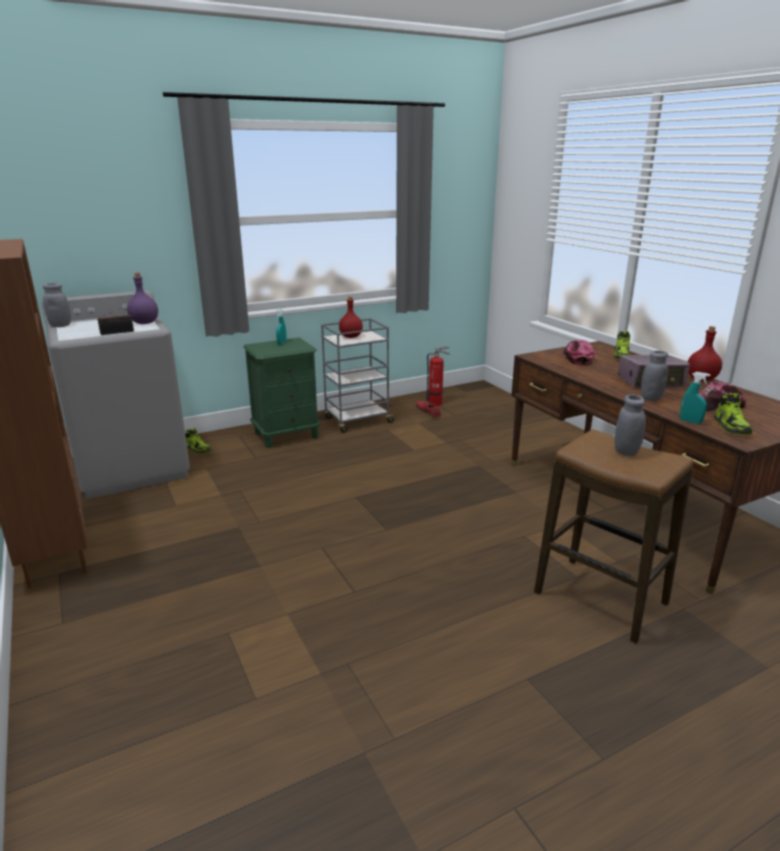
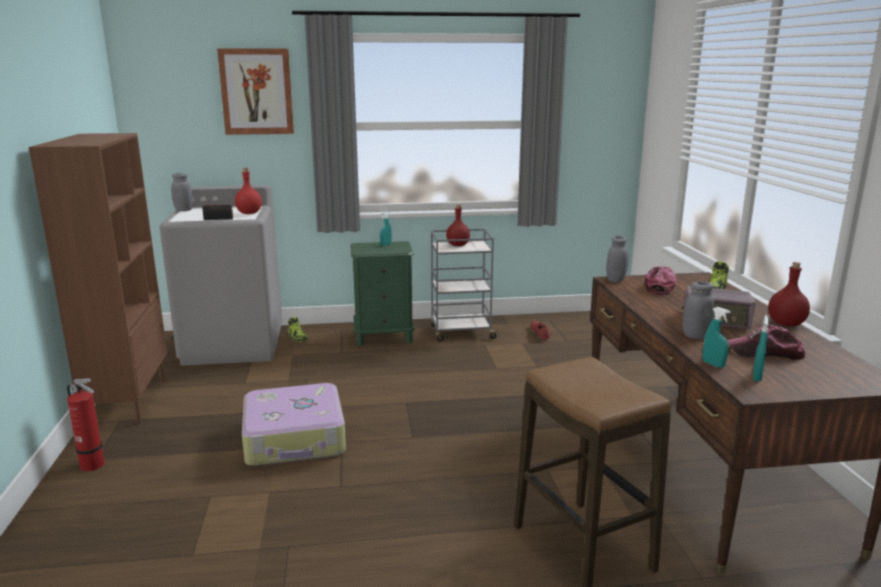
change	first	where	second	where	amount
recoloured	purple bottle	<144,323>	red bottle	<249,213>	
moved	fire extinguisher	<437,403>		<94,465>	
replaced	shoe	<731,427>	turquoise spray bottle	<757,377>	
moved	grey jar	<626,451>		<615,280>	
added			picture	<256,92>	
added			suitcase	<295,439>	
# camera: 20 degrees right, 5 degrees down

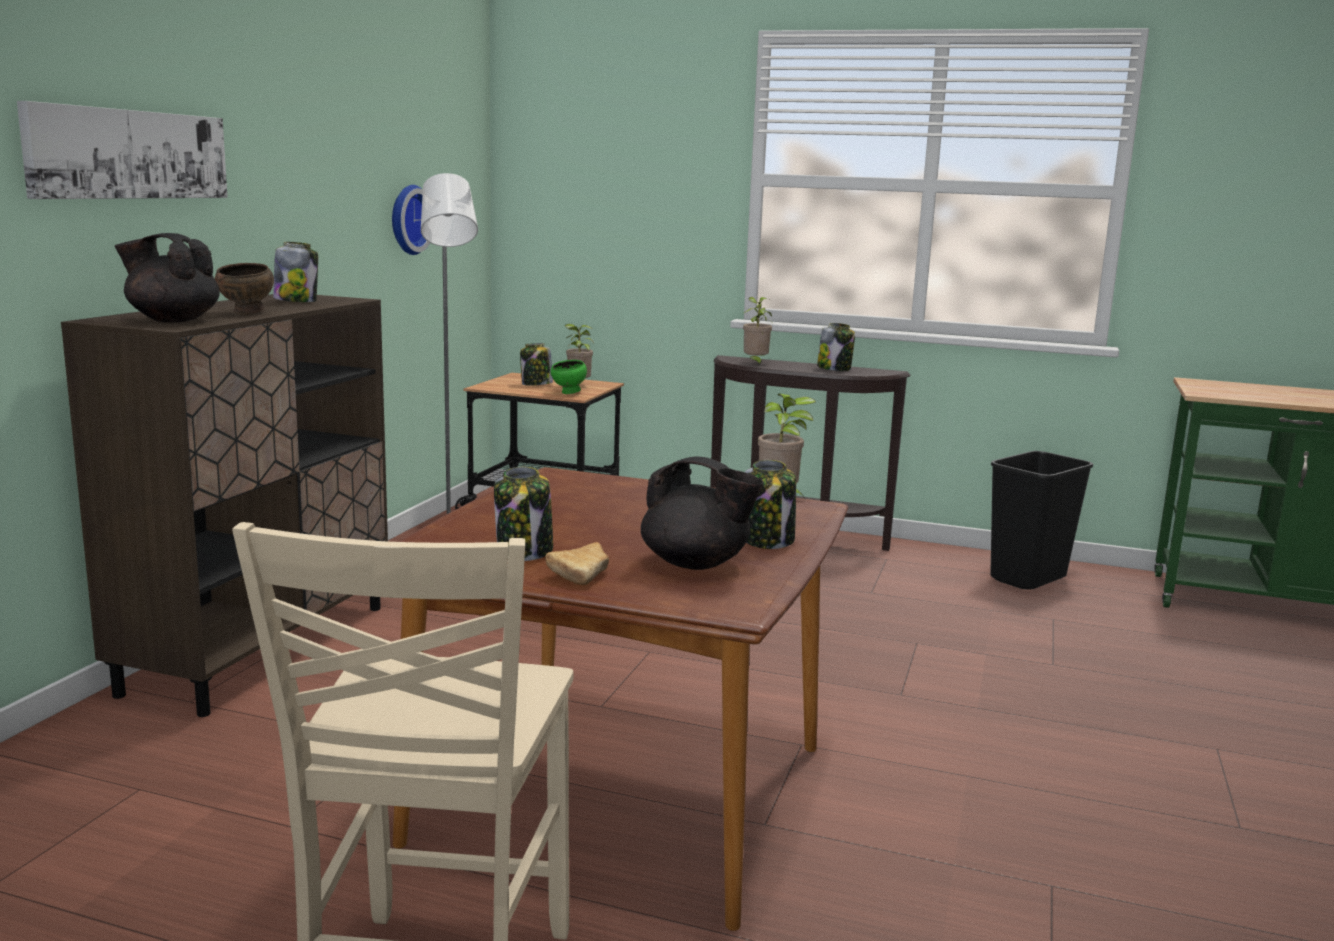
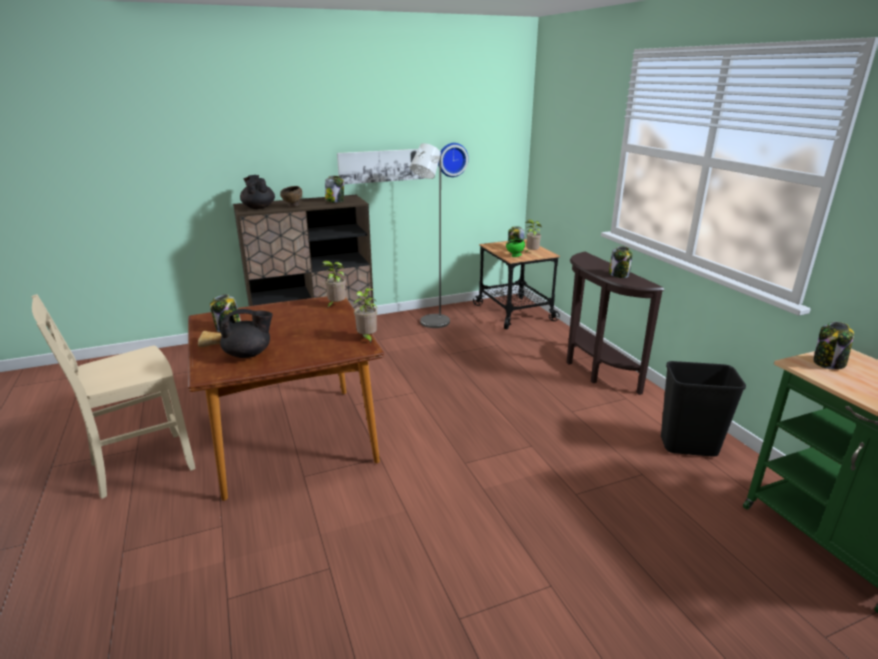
change	first	where	second	where	amount
moved	picture	<129,154>		<381,166>	
moved	potted plant	<755,364>		<336,305>	
turned	black teapot	<696,564>		<249,354>	90 degrees counterclockwise
moved	jar	<768,540>		<829,363>	
# camera: 50 degrees right, 10 degrees up

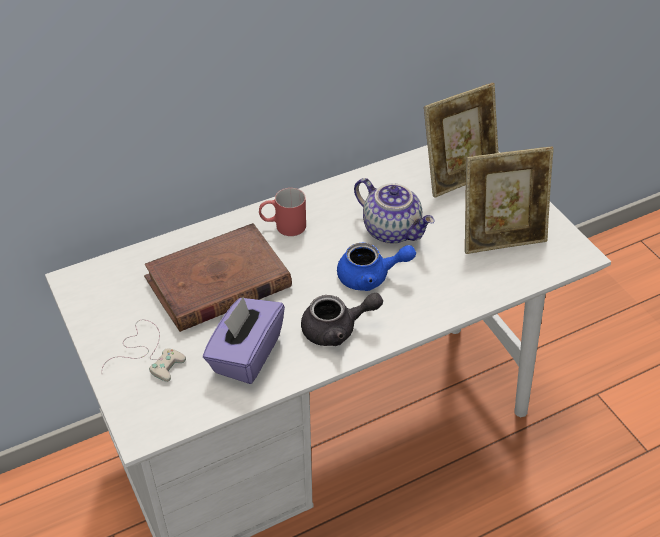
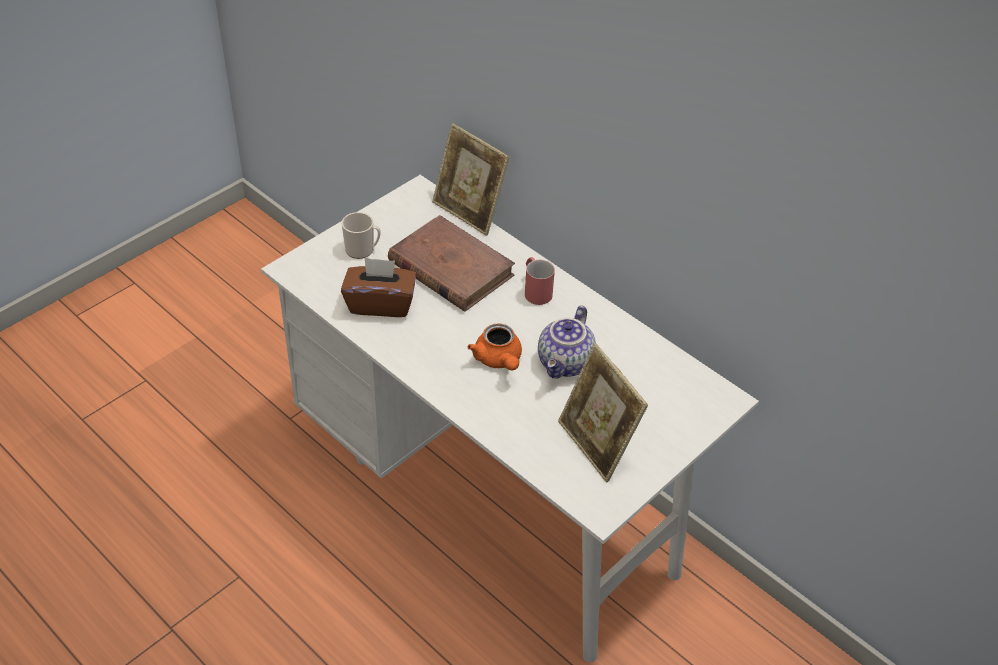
change	first	where	second	where	amount
moved	picture frame	<458,176>		<469,212>	
recoloured	blue teapot	<370,277>	orange teapot	<498,360>	
removed	grey teapot	<337,329>			
recoloured	purple tissue box	<246,354>	brown tissue box	<380,304>	
replaced	white game controller	<147,353>	mug	<362,250>	
# camera: 70 degrees right, 0 degrees up

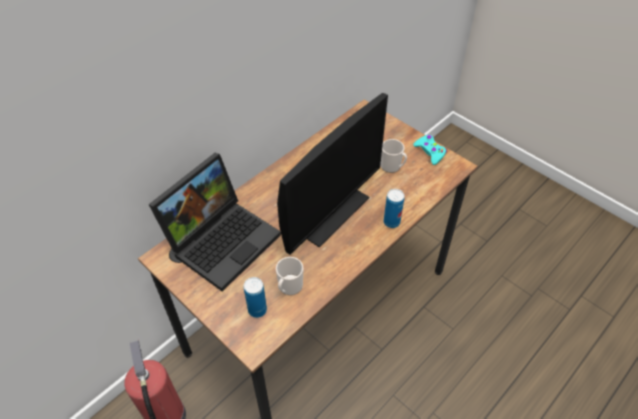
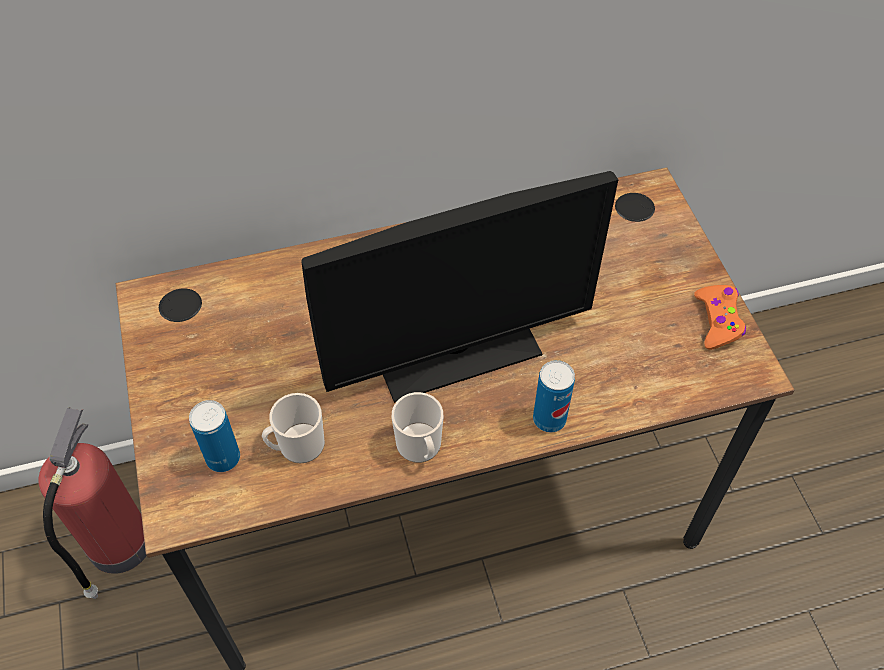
change	first	where	second	where	amount
recoloured	turquoise game controller	<430,152>	orange game controller	<718,321>	
moved	mug	<392,167>		<420,448>	
removed	laptop	<223,239>			
# camera: 30 degrees right, 5 degrees up

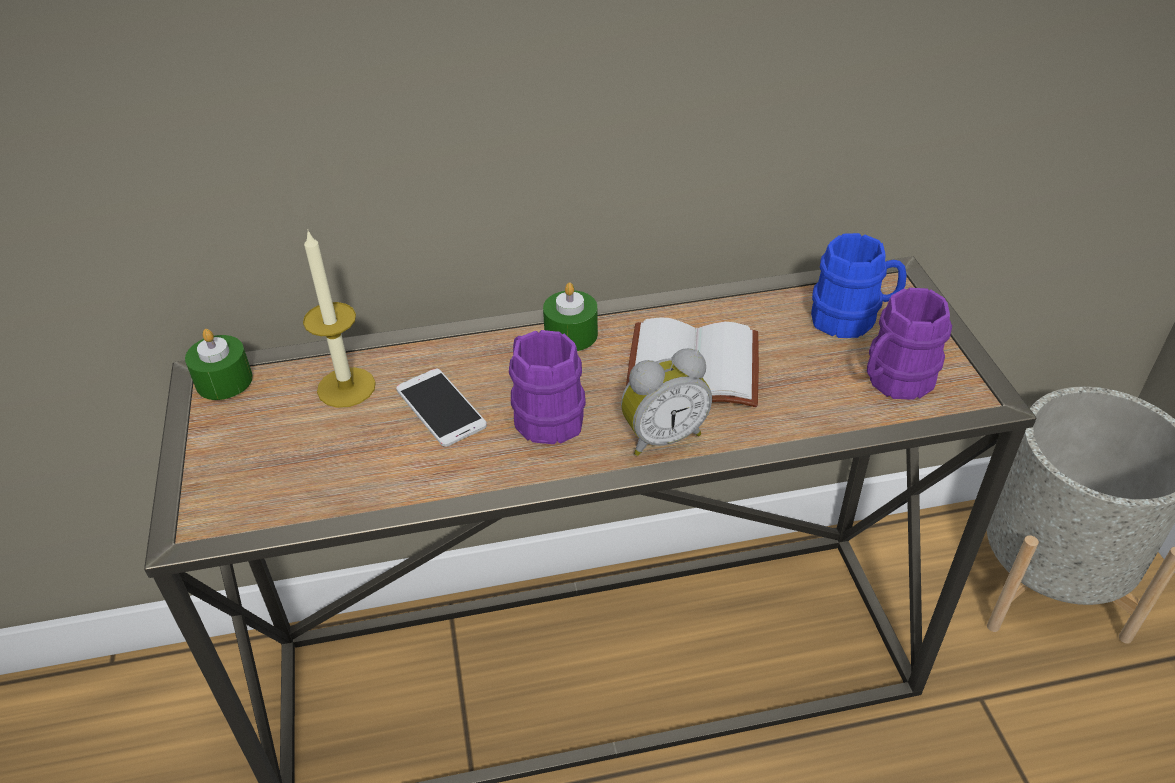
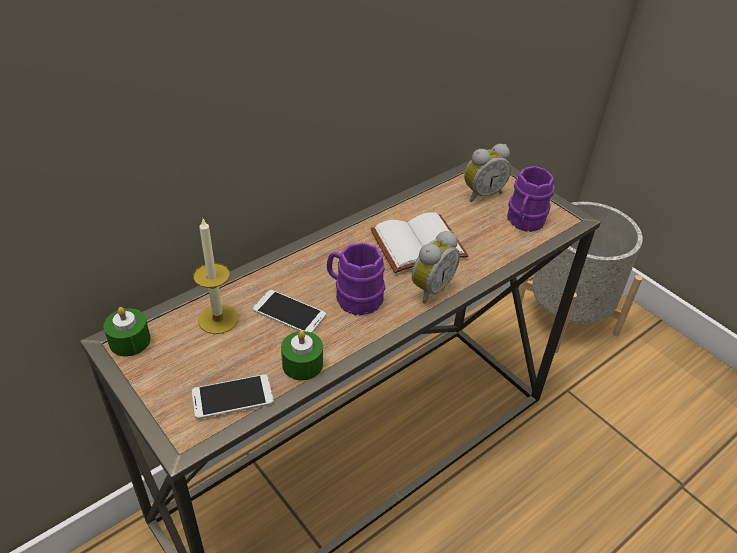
change	first	where	second	where	amount
replaced	blue mug	<852,318>	alarm clock	<481,194>	
moved	green candle	<571,334>		<302,364>	
added			phone	<232,397>	
# camera: 30 degrees left, 0 degrees up

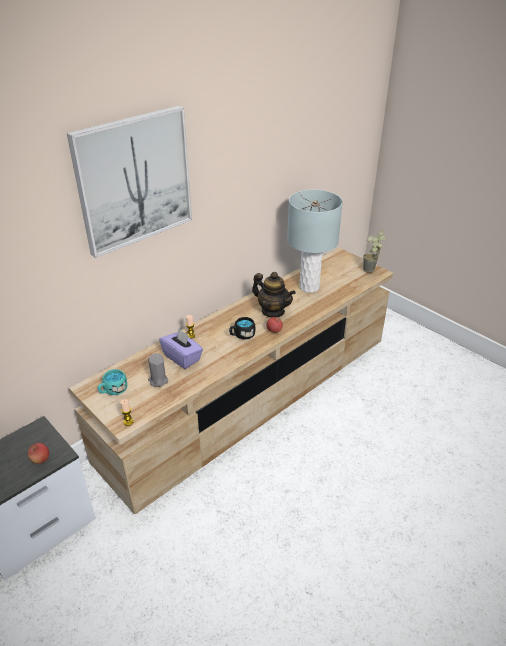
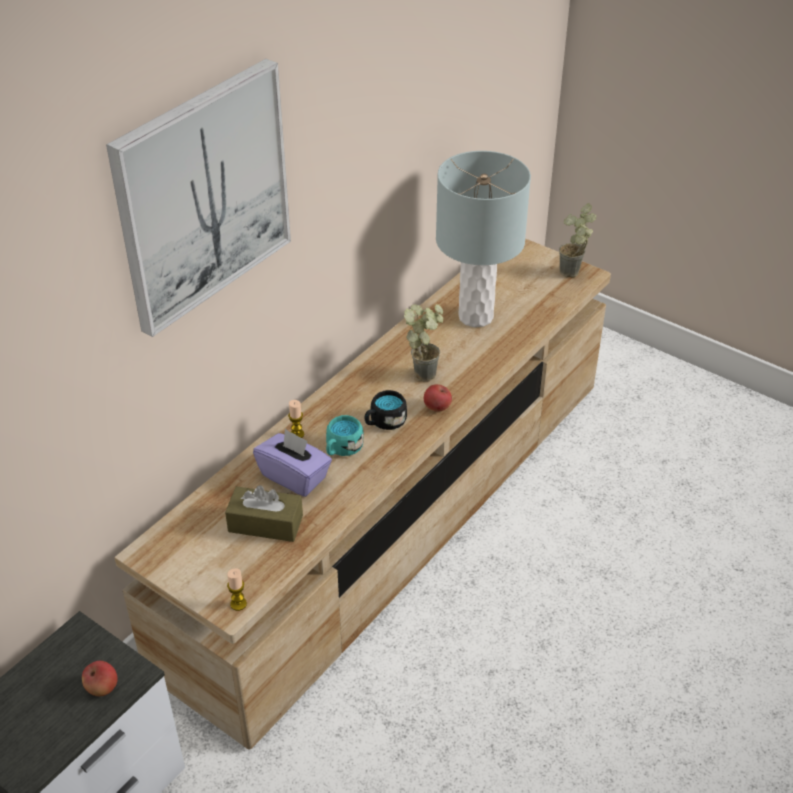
change	first	where	second	where	amount
replaced	teapot	<273,311>	potted plant	<425,370>	
replaced	grey candle	<158,380>	brown tissue box	<265,524>	
moved	turquoise mug	<113,390>		<342,449>	
# camera: 10 degrees left, 5 degrees up

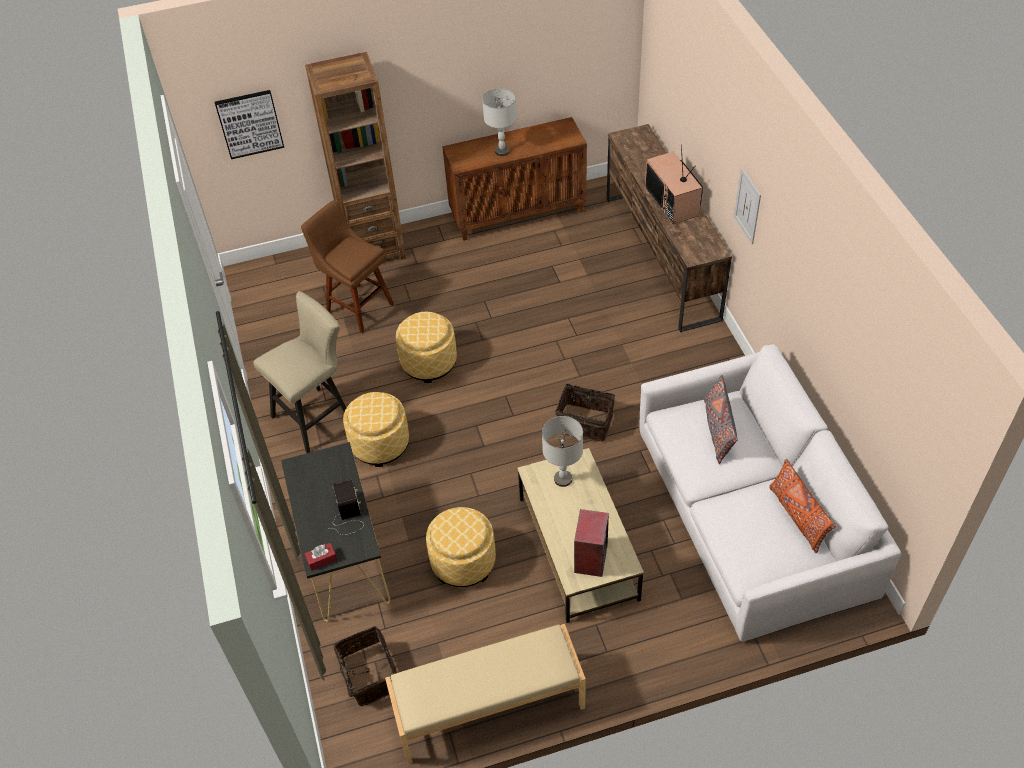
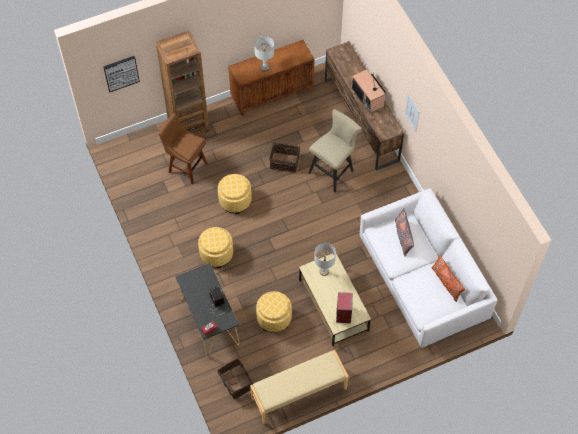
change	first	where	second	where	amount
moved	beige stool	<317,416>		<333,171>	
moved	basket	<585,422>		<284,161>	
# camera: 10 degrees left, 10 degrees up

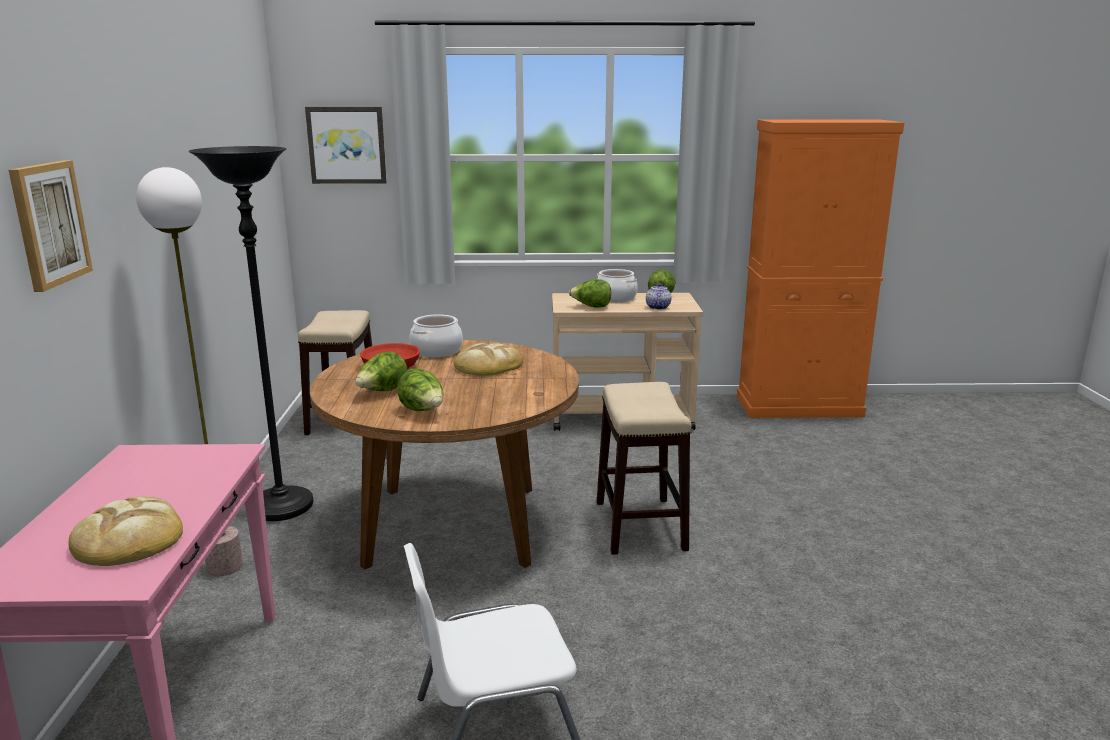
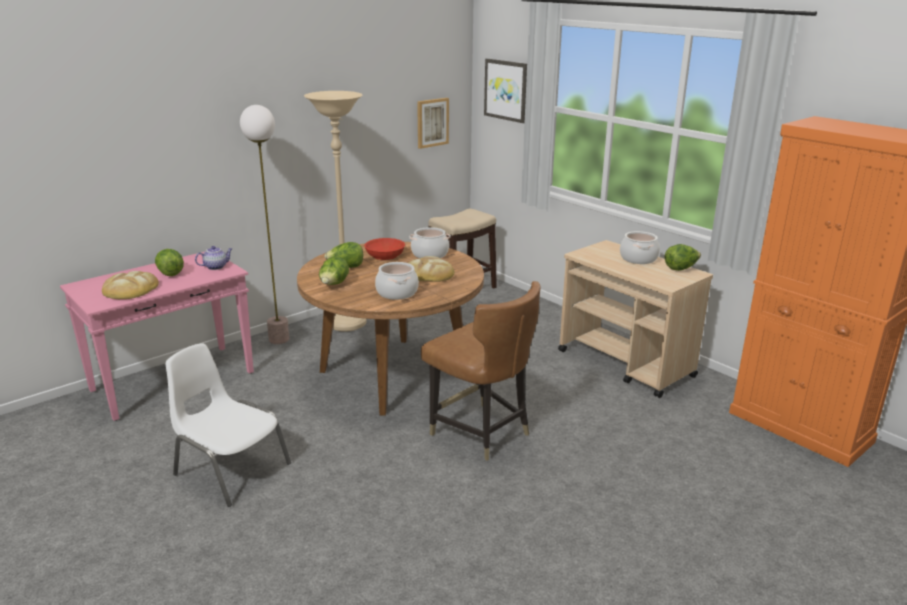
change	first	where	second	where	amount
recoloured	black floor lamp	<281,507>	beige floor lamp	<346,323>	
moved	picture	<49,224>		<432,122>	
moved	lettuce	<591,307>		<170,273>	
moved	teapot	<657,307>		<216,267>	
replaced	stool	<640,526>	brown chair	<481,432>	
added			cooking pot	<397,293>	
# camera: 50 degrees right, 5 degrees up

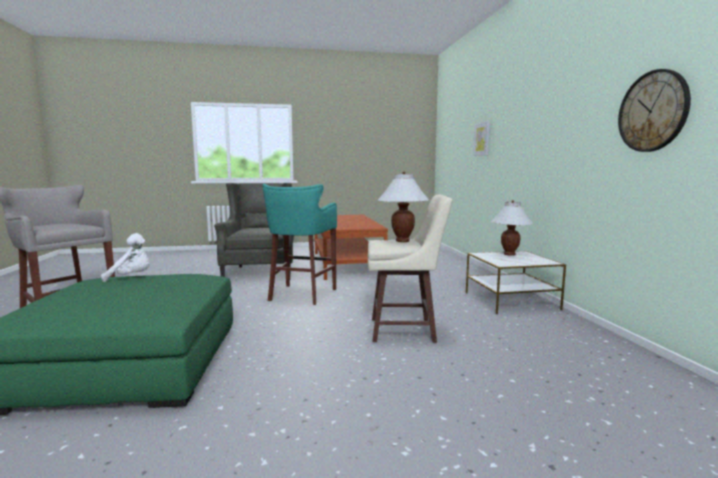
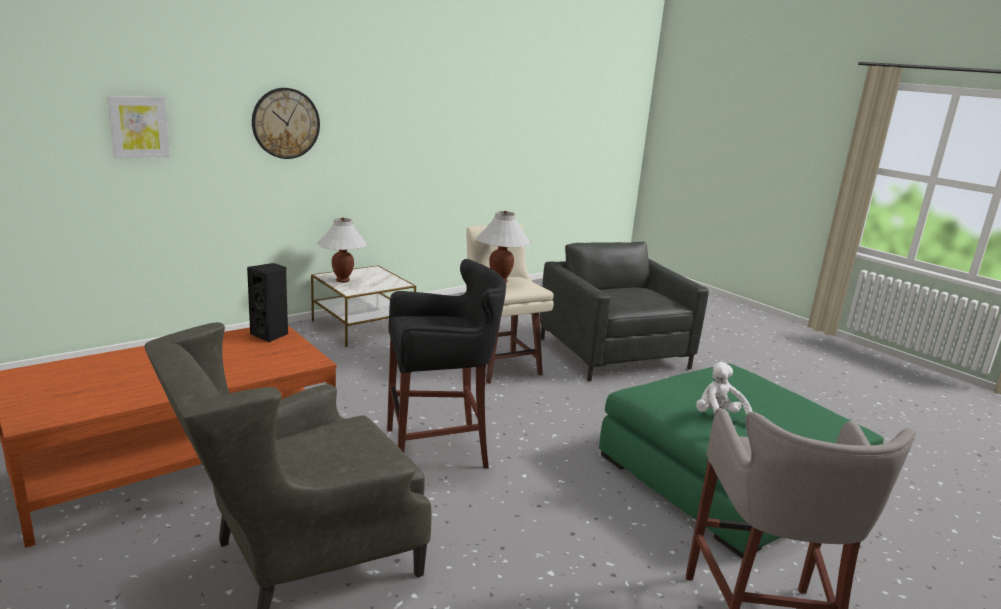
change	first	where	second	where	amount
moved	wall clock	<653,111>		<286,123>	
recoloured	turquoise stool	<301,295>	black stool	<439,449>	
added			grey armchair	<613,353>	
added			black speaker	<270,335>	
# camera: 120 degrees left, 10 degrees up

